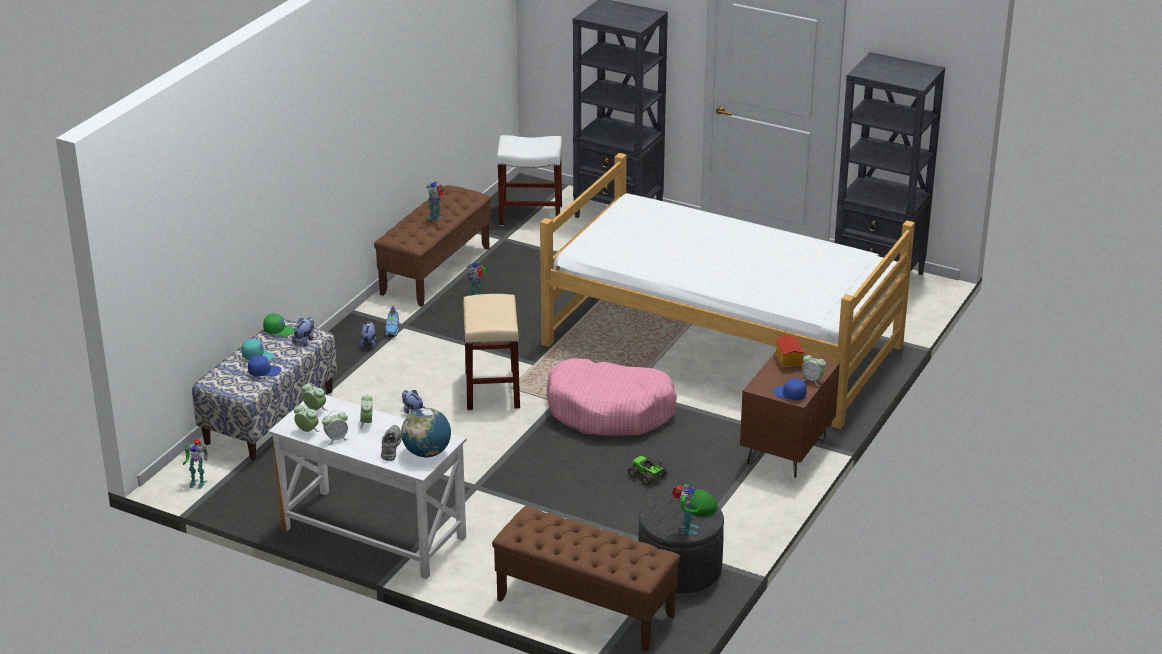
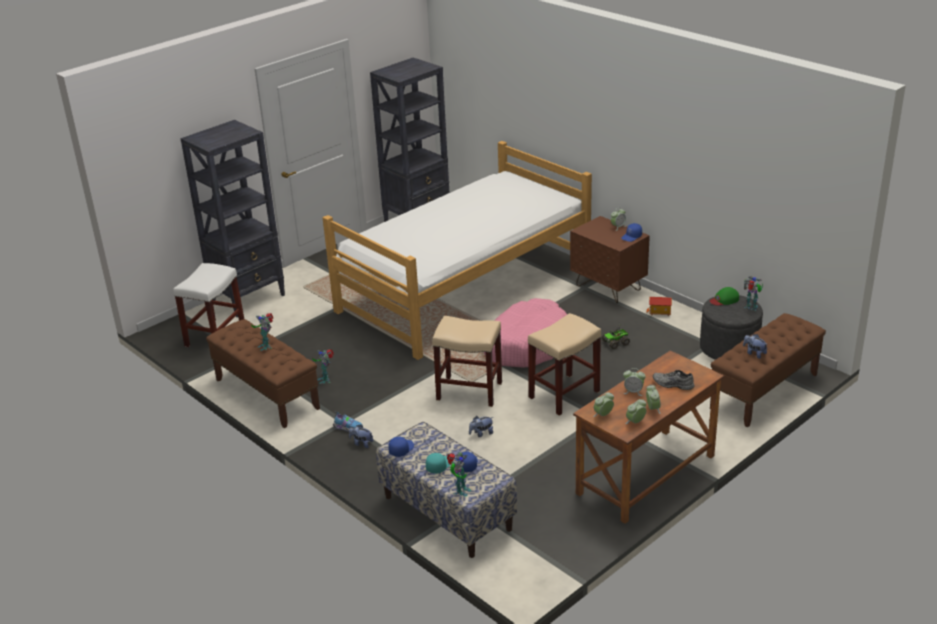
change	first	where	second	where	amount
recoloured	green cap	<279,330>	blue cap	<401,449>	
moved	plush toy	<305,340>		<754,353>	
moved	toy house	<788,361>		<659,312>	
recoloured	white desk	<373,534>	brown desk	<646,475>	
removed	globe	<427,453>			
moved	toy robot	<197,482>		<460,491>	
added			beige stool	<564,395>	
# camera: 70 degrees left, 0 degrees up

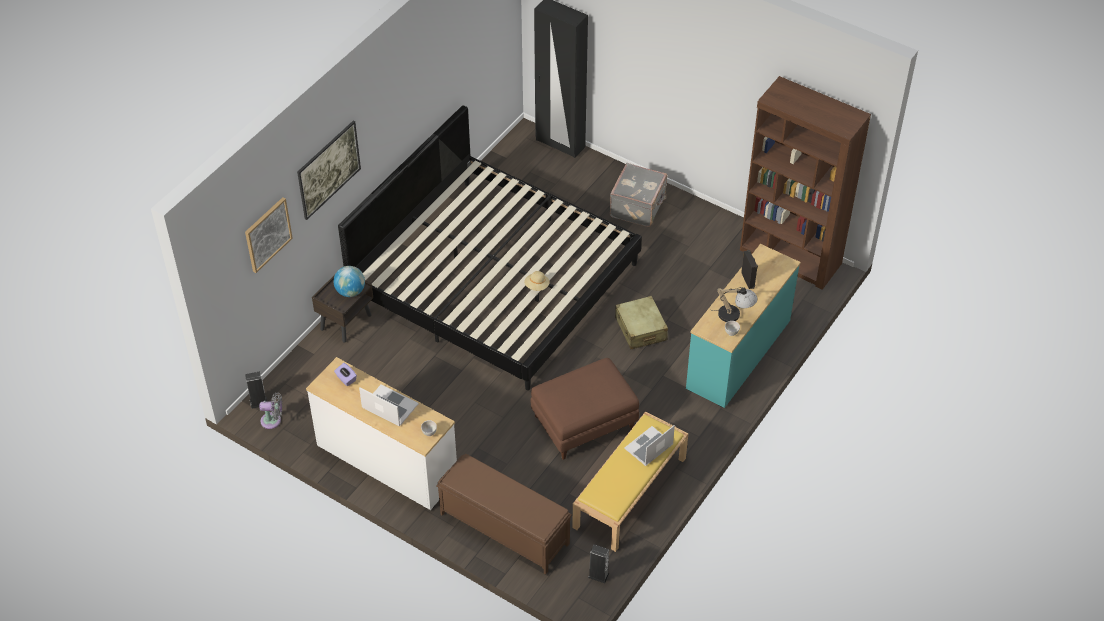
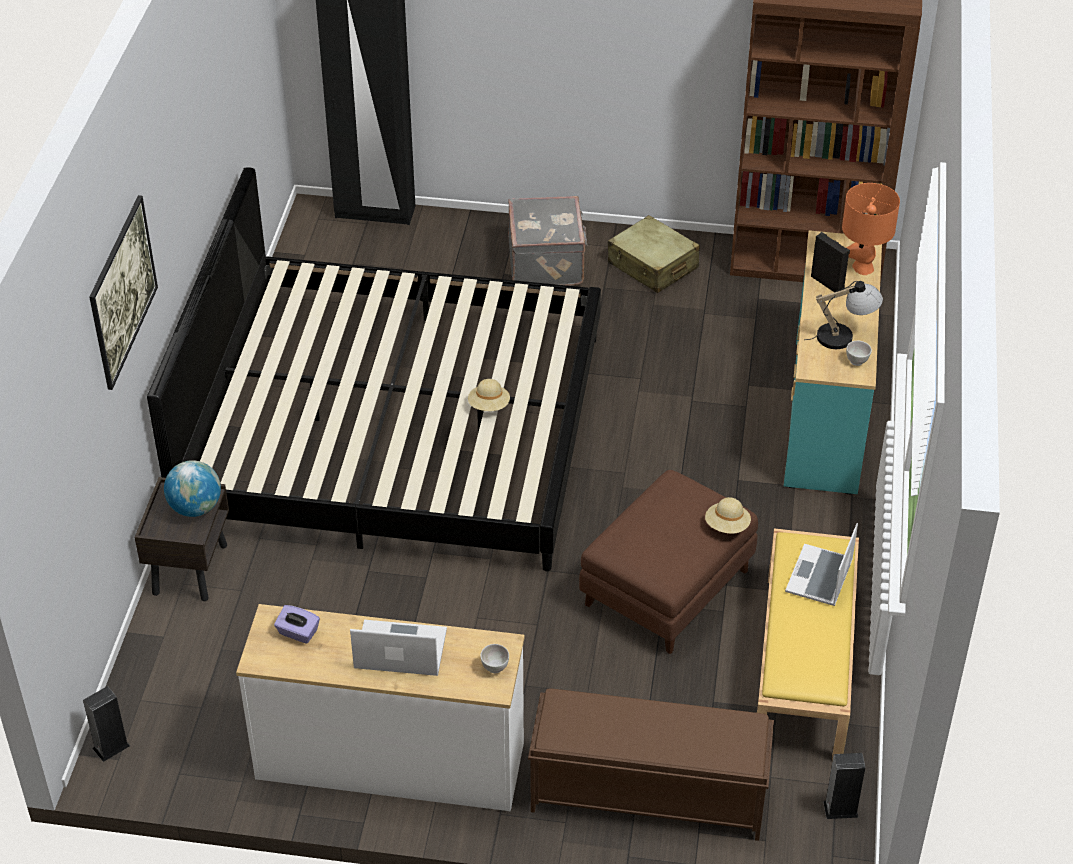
change	first	where	second	where	amount
removed	picture	<267,234>			
moved	beige suitcase	<640,329>		<653,266>	
removed	grey fan	<273,421>			
added			orange table lamp	<862,268>	
added			beige hat	<727,526>	
# camera: 25 degrees left, 5 degrees down

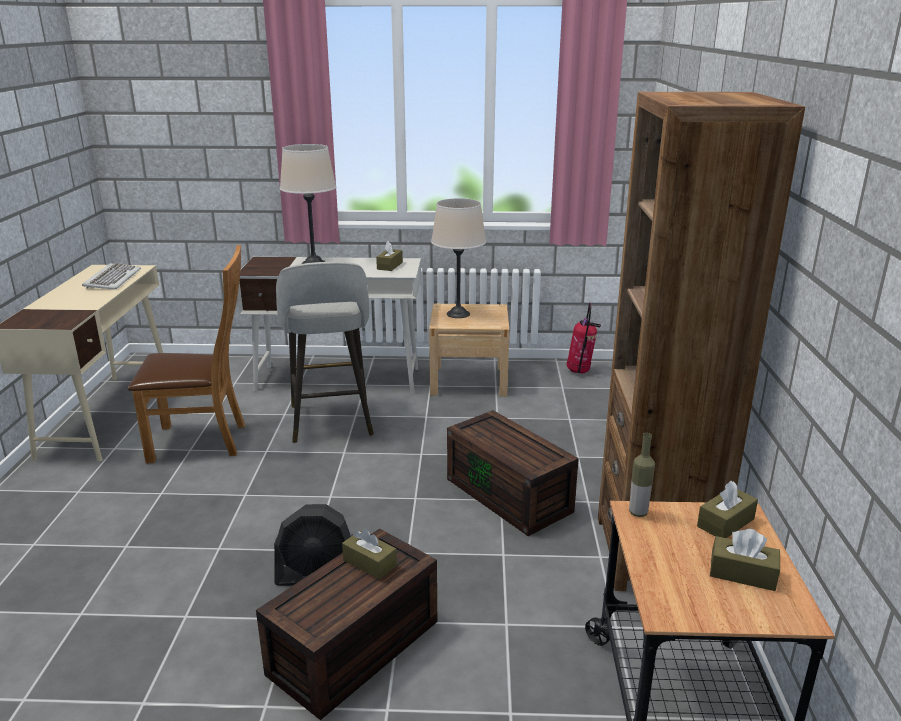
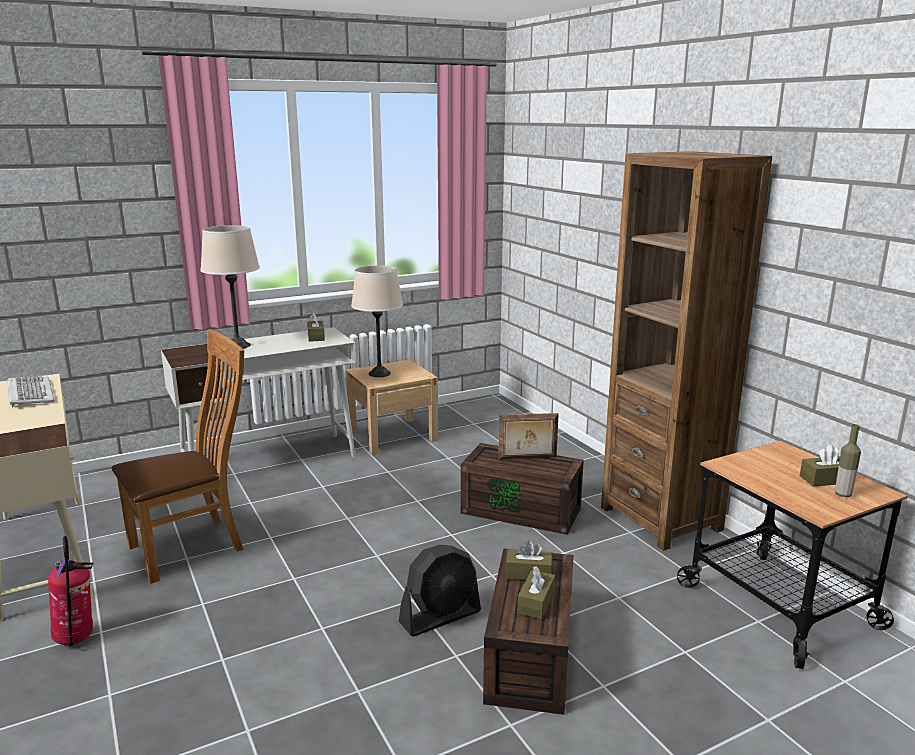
change	first	where	second	where	amount
removed	grey stool	<331,422>			
moved	fire extinguisher	<580,372>		<77,639>	
moved	bottle	<638,512>		<843,494>	
moved	brown tissue box	<725,523>		<536,602>	
added			picture frame	<527,458>	
# camera: 30 degrees left, 5 degrees down

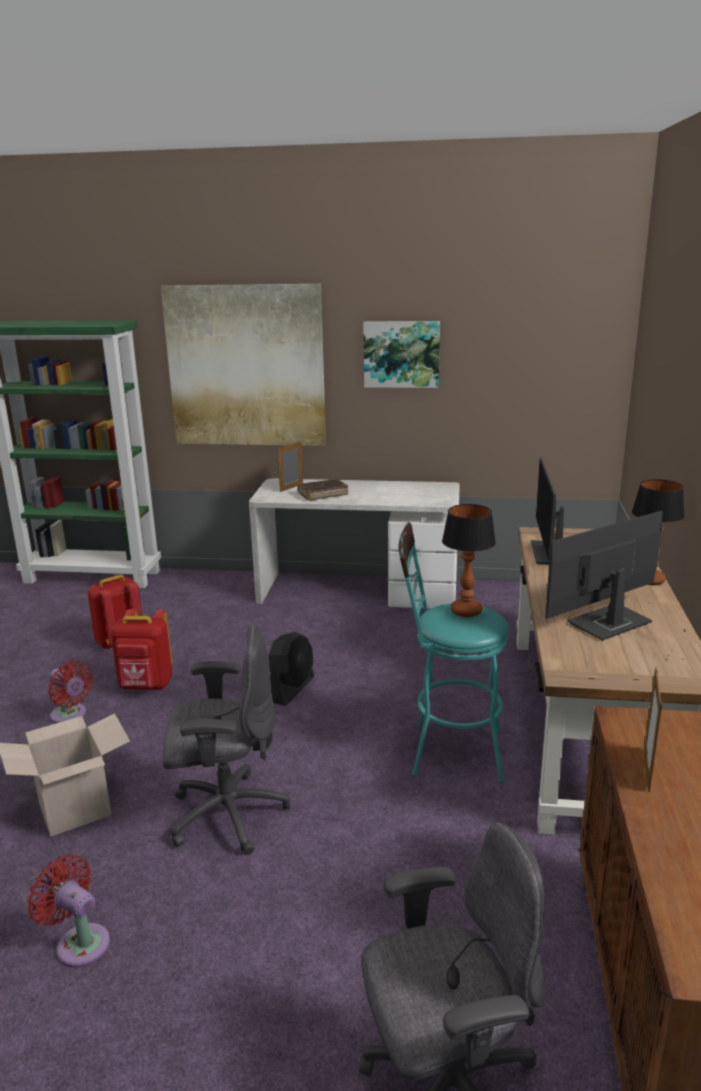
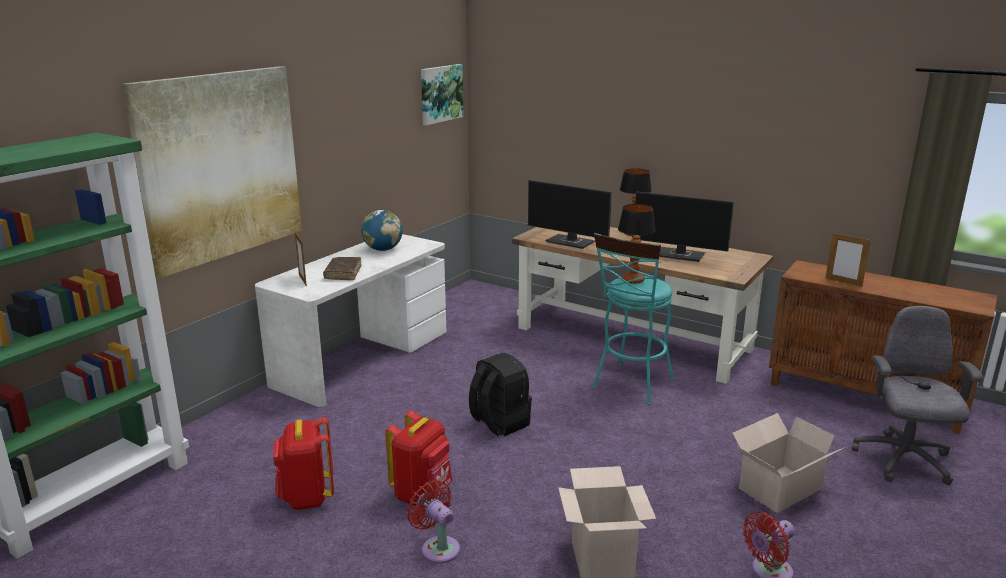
change	first	where	second	where	amount
moved	picture	<401,354>		<440,93>	
turned	monitor	<608,623>		<681,255>	60 degrees counterclockwise
removed	grey office chair	<226,814>			
replaced	black fan	<291,689>	black backpack	<499,423>	
turned	red fan	<70,716>		<438,547>	105 degrees counterclockwise
added			globe	<383,249>	
added			cardboard box	<778,489>	
# camera: 65 degrees left, 0 degrees up

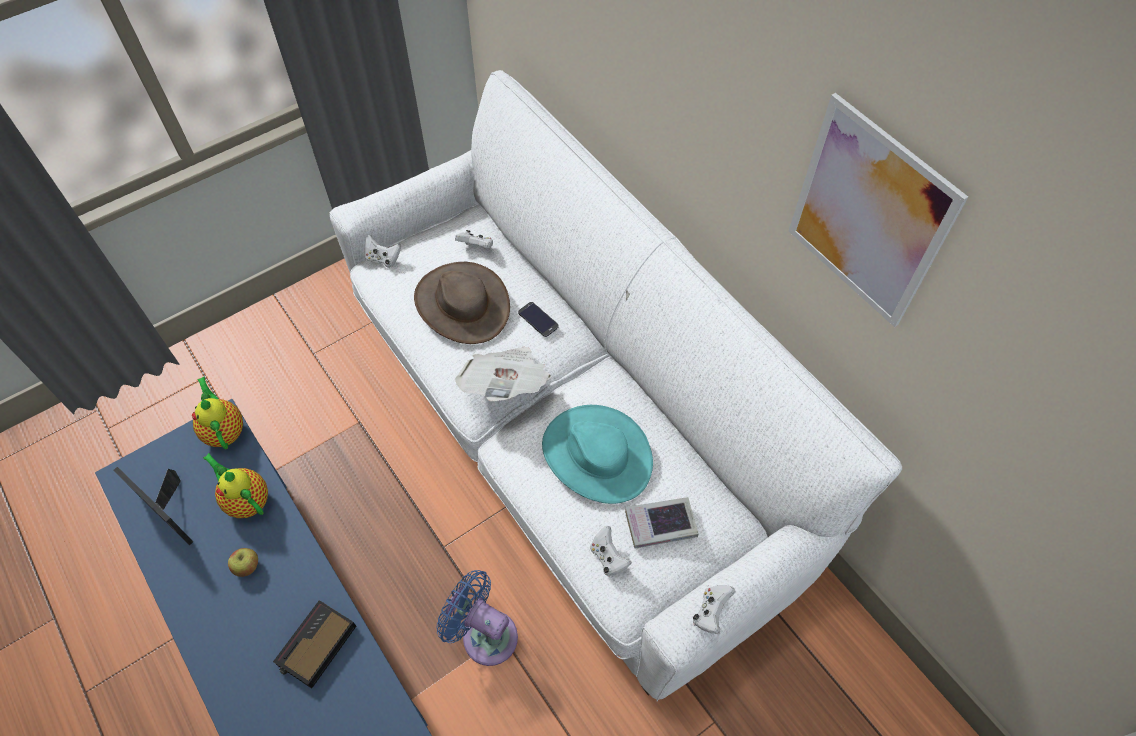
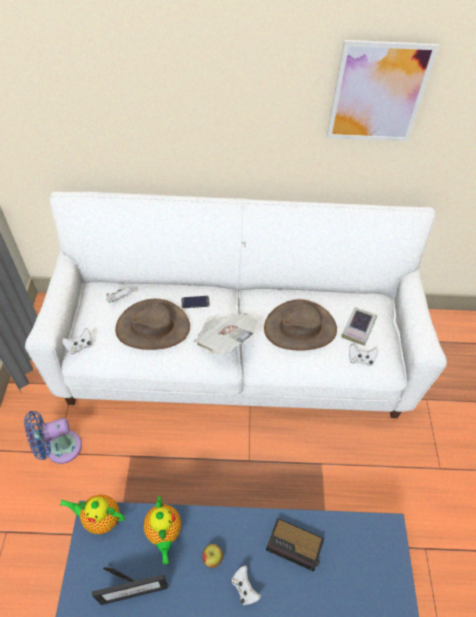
change	first	where	second	where	amount
recoloured	turquoise hat	<597,455>	brown hat	<300,328>	
turned	teapot	<246,500>		<164,532>	90 degrees counterclockwise
moved	blue fan	<484,634>		<59,448>	
moved	white game controller	<710,612>		<244,588>	
turned	alarm clock	<316,647>		<295,546>	45 degrees counterclockwise
# camera: 55 degrees left, 5 degrees down

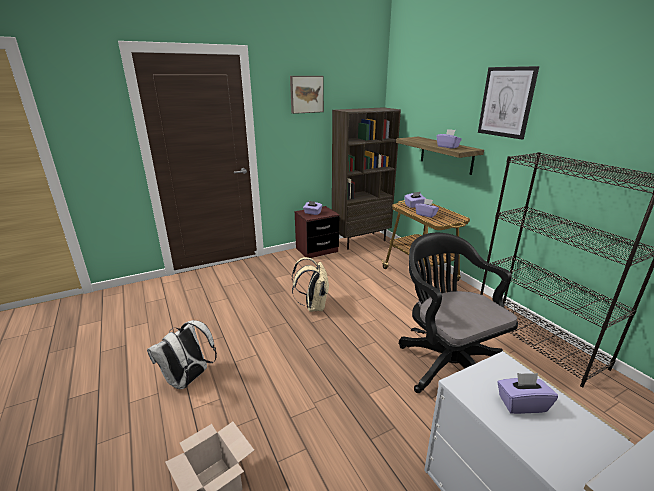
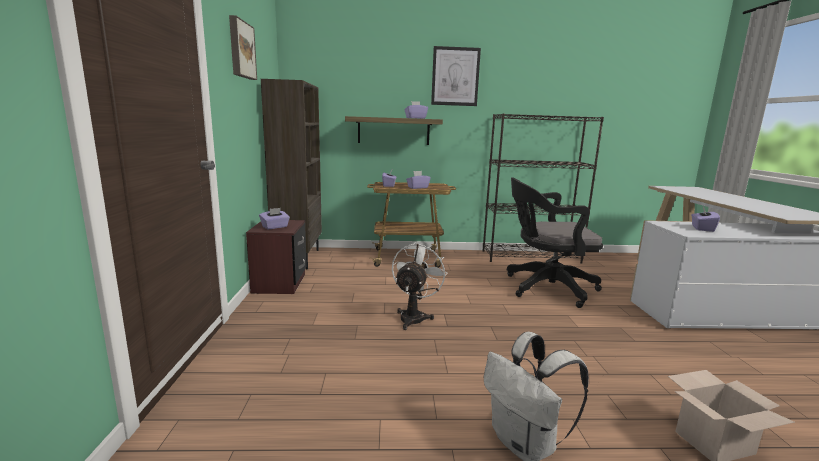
change	first	where	second	where	amount
replaced	beige backpack	<313,306>	white fan	<414,316>	
# camera: 65 degrees left, 10 degrees down

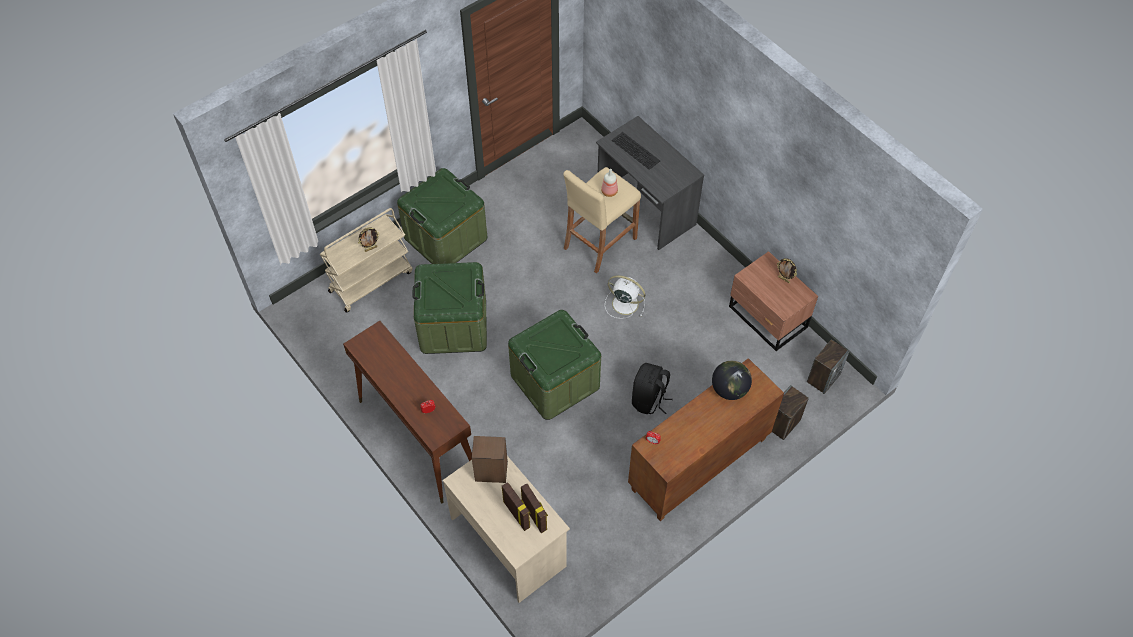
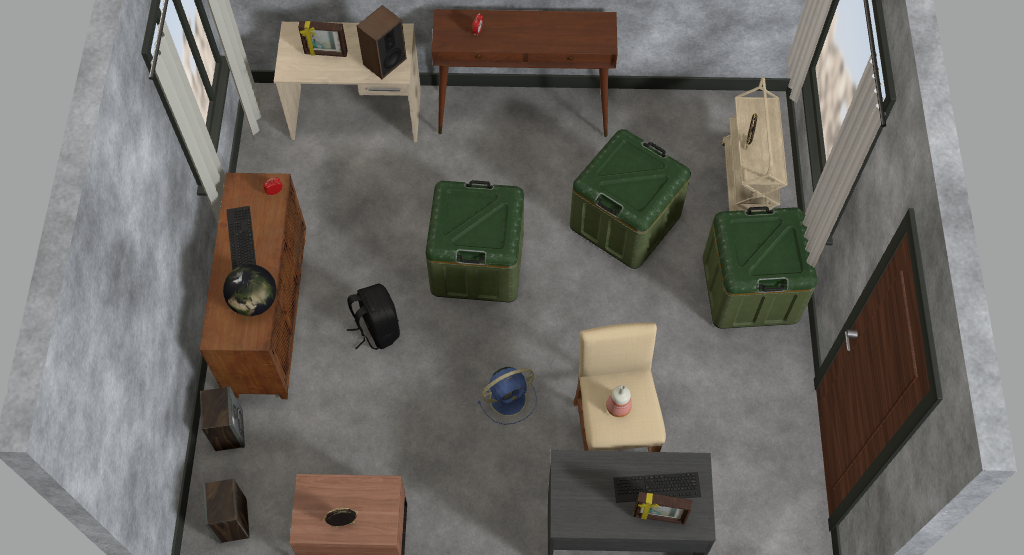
change	first	where	second	where	amount
recoloured	white fan	<624,303>	blue fan	<509,398>	
moved	picture frame	<535,516>		<659,517>	
added			keyboard	<240,240>	
# camera: 130 degrees right, 5 degrees up

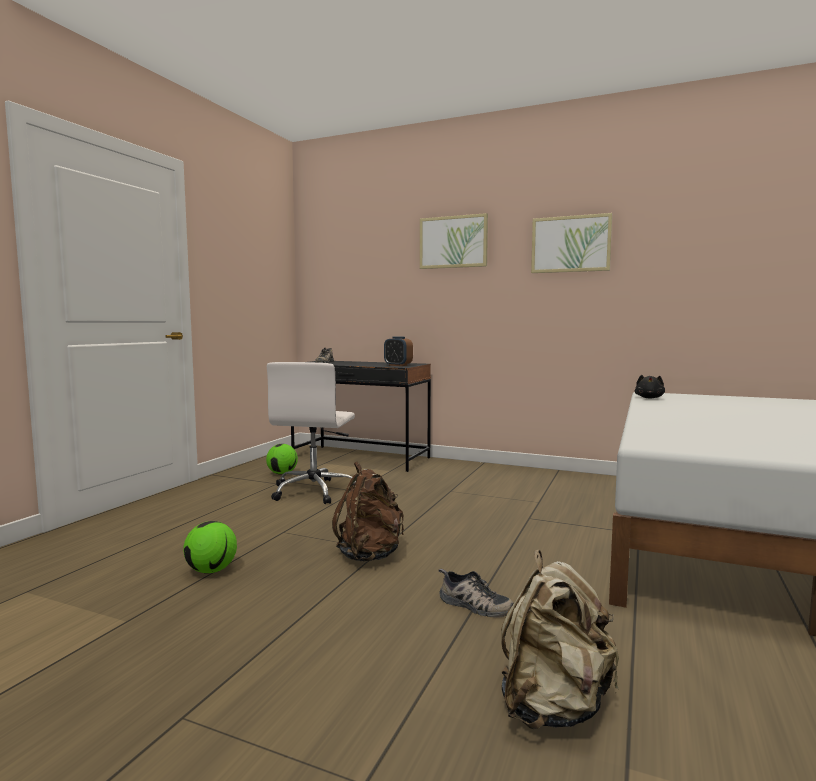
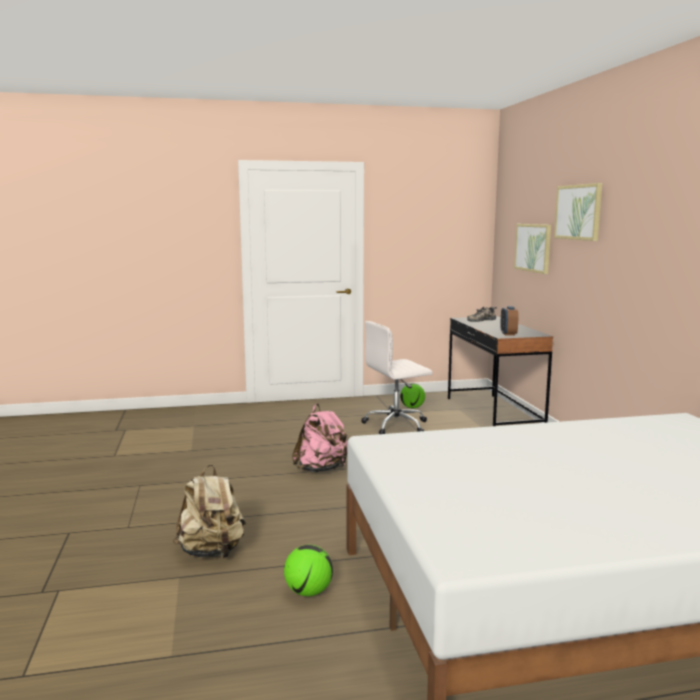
change	first	where	second	where	amount
moved	picture	<570,244>		<533,247>	
removed	black plush toy	<649,398>			
recoloured	brown backpack	<370,555>	pink backpack	<322,469>	
moved	football	<211,570>		<309,592>	
removed	shoe	<473,605>			
# camera: 55 degrees right, 5 degrees up

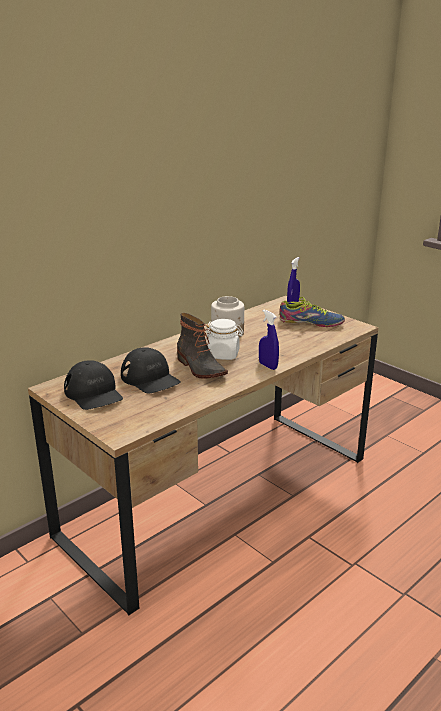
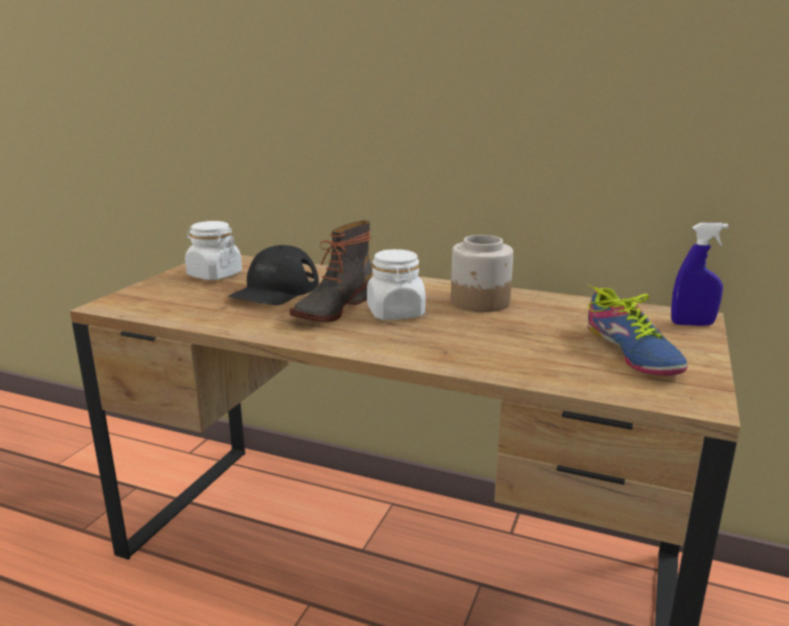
change	first	where	second	where	amount
removed	blue spray bottle	<268,366>			
replaced	black cap	<94,393>	white jar	<214,275>	
# camera: 65 degrees right, 5 degrees down

